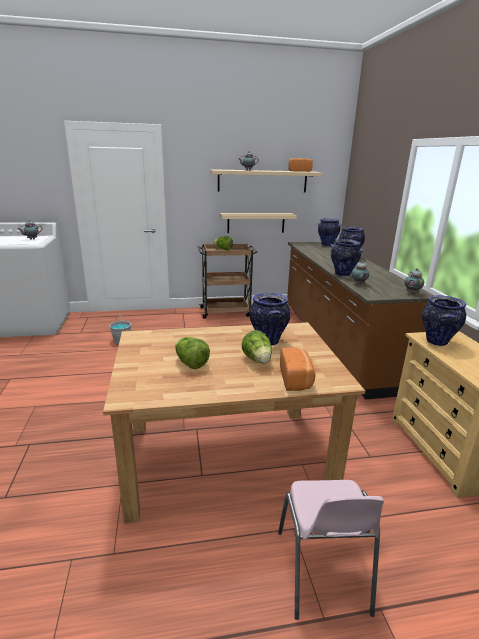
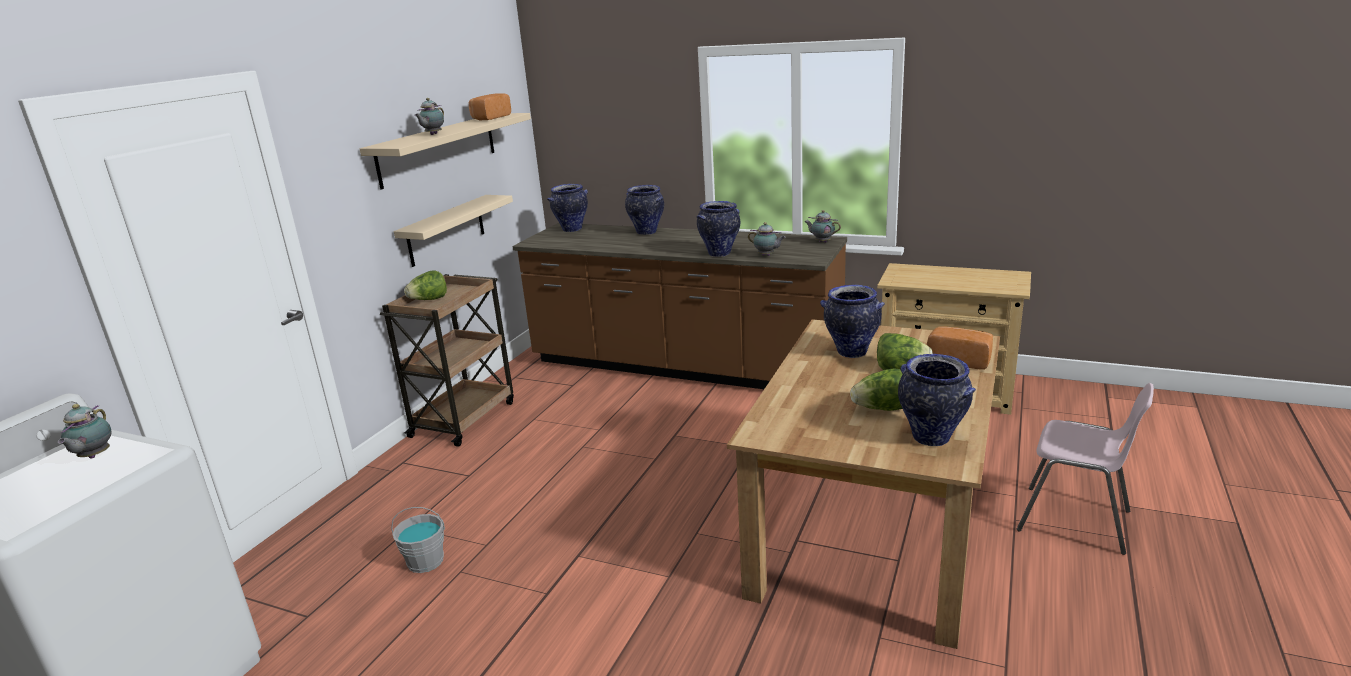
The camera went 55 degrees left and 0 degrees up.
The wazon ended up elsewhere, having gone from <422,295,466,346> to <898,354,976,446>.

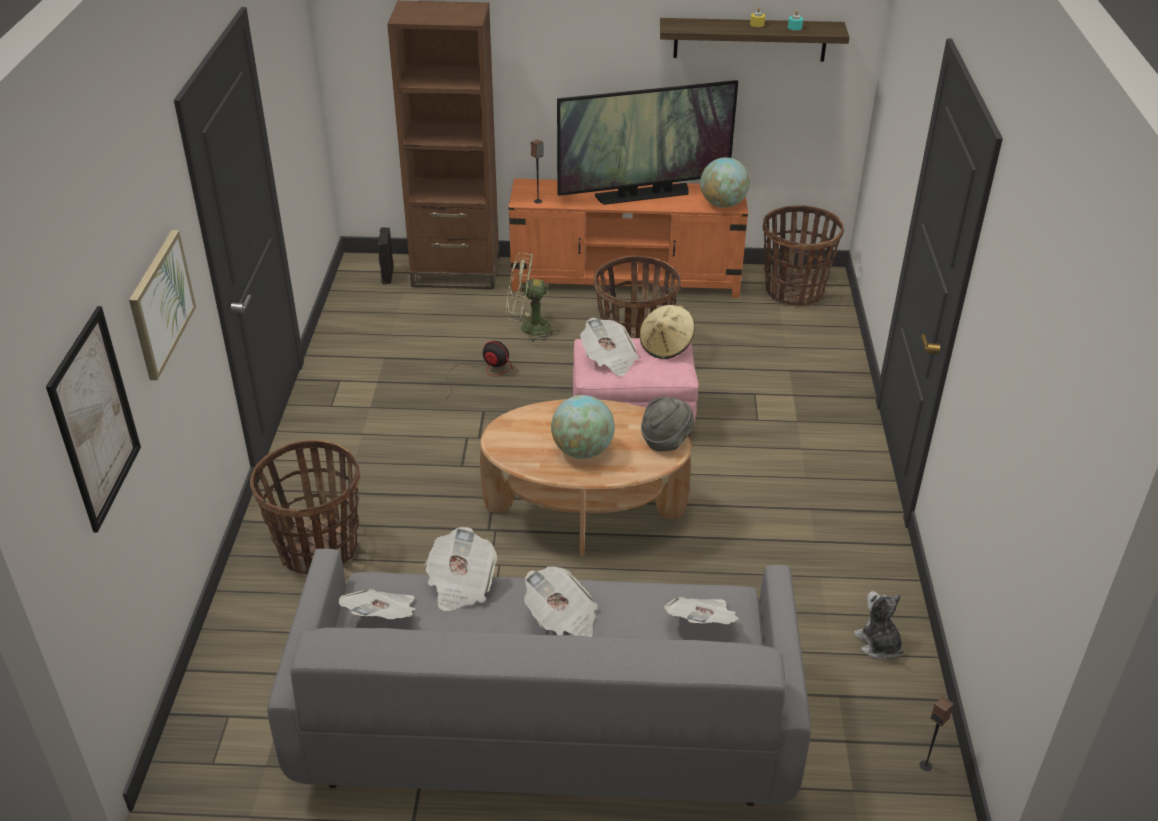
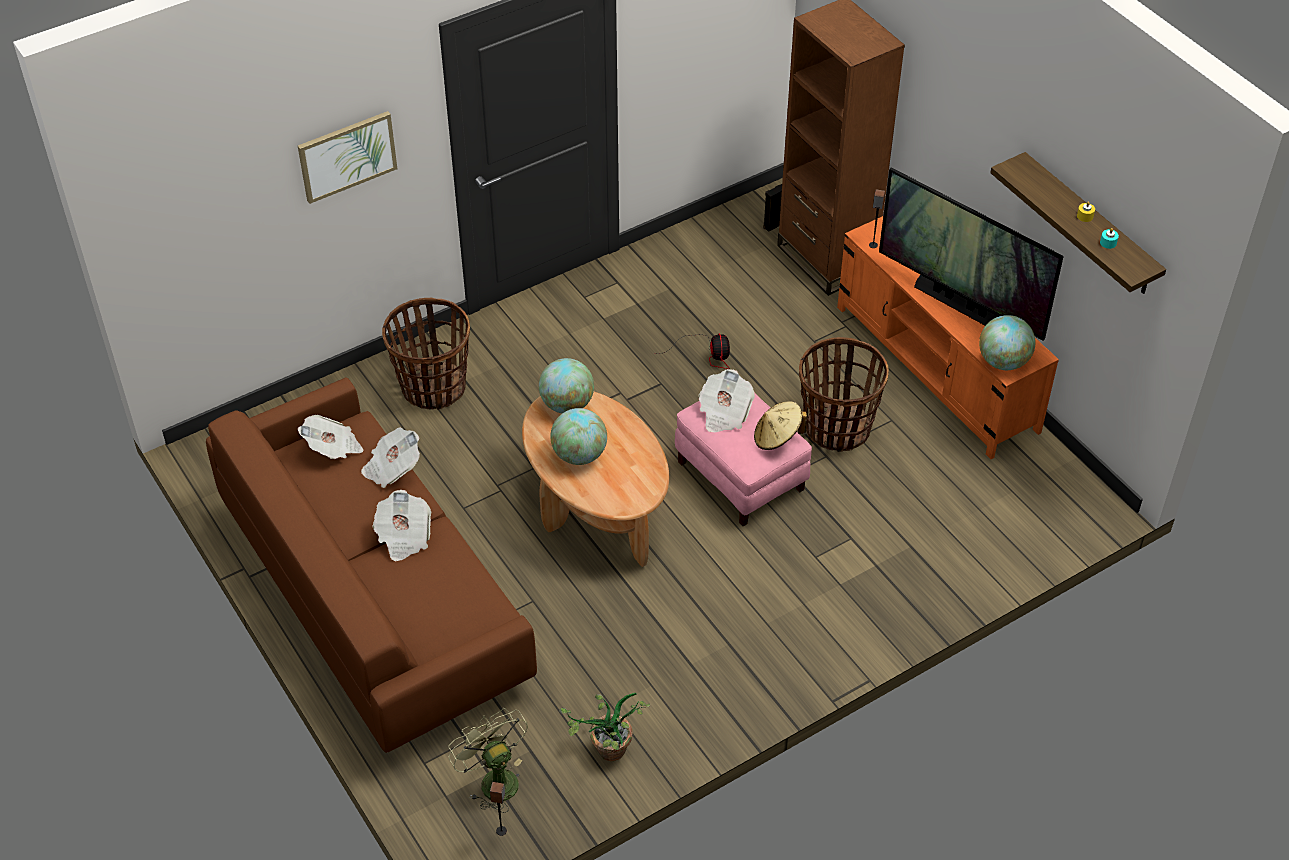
The camera went 55 degrees right and 10 degrees up.
The second view lost the obraz at <46,306,141,533>.
The second view lost the kapelusz [szary] at <641,397,694,451>.
The second view lost the gazeta at <664,597,740,624>.
The second view lost the koszyk at <763,205,844,306>.
The second view gained the globus at <539,358,594,413>.
The wentylator [zielony] ended up elsewhere, having gone from <506,253,559,342> to <448,708,528,813>.
Where the pluszak stood at <854,591,904,659>, the roślina doniczkowa came to stand at <559,693,650,762>.
What was the kanapa [szary] at <267,549,811,806> turned into the kanapa [brązowy] at <206,377,537,753>.

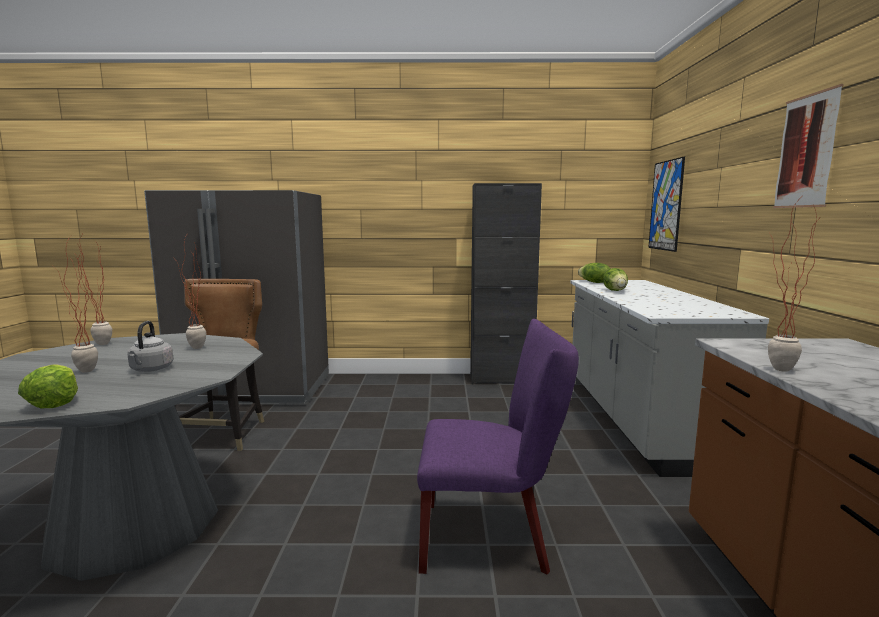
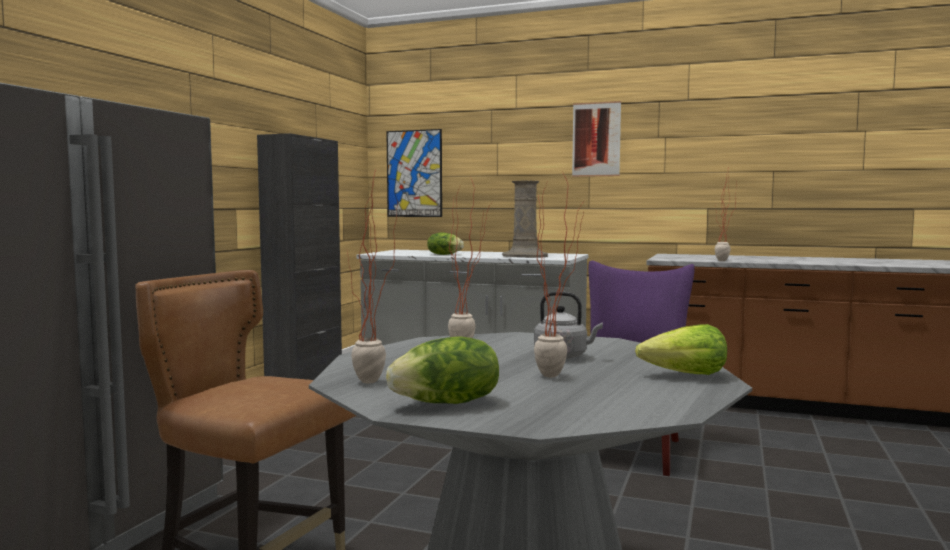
The camera went 70 degrees left and 5 degrees down.
The second view gained the wazon [beżowy] at <502,181,548,258>.
The sałata ended up elsewhere, having gone from <578,263,611,283> to <386,337,499,404>.

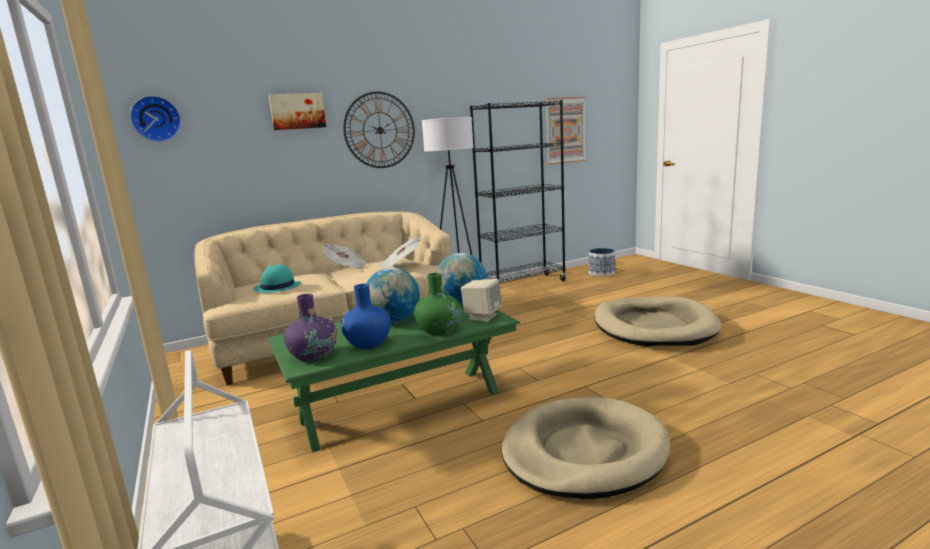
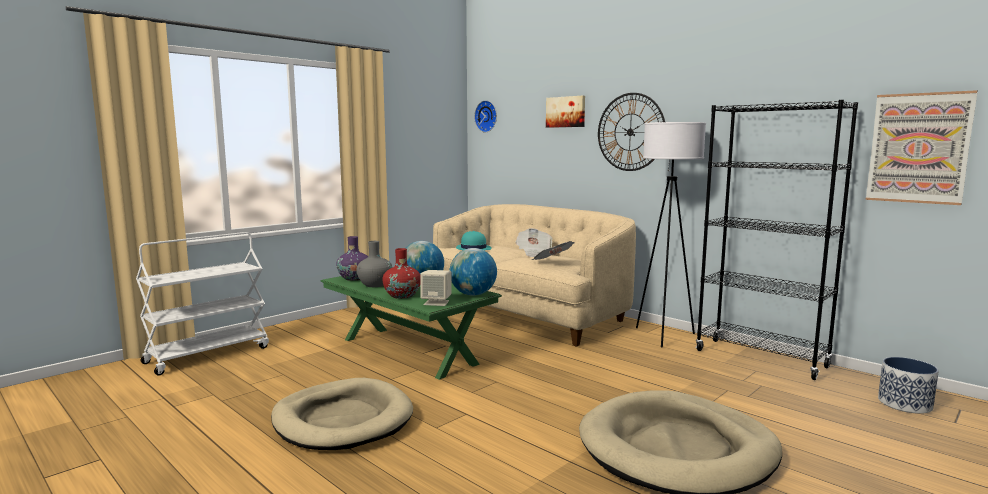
The camera went 70 degrees right and 5 degrees down.
What was the wazon [niebieski] at <341,284,391,349> turned into the wazon [szary] at <357,241,393,287>.
What was the wazon [zielony] at <414,273,461,335> turned into the wazon [czerwony] at <382,248,420,299>.

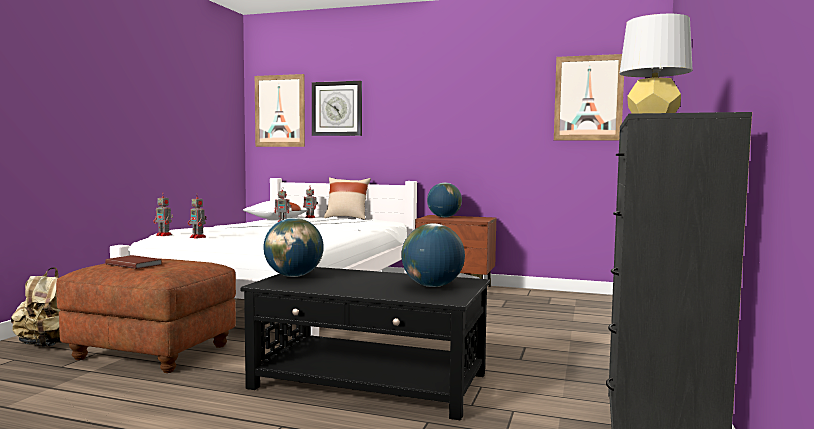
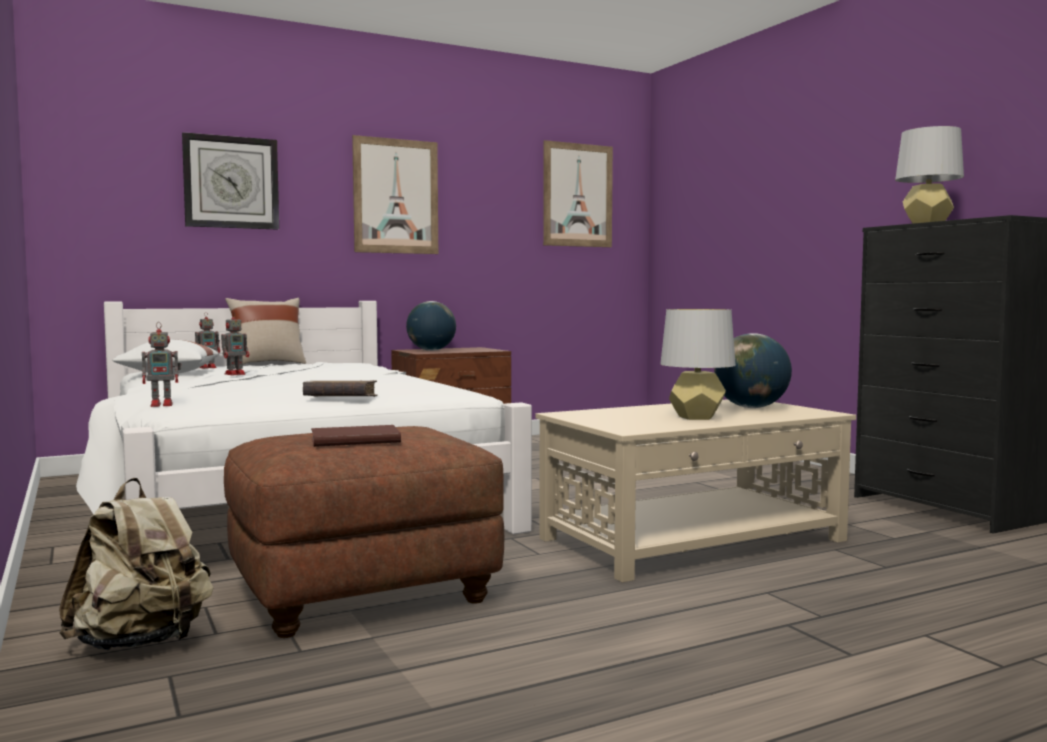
The camera went 45 degrees left and 0 degrees up.
The second view lost the robot zabawkowy at <188,194,207,239>.
The second view lost the globus at <263,218,324,277>.
The second view gained the książka [brązowy] at <303,380,378,397>.
The second view gained the lampa stołowa [szary] at <660,309,736,420>.
The obraz ended up elsewhere, having gone from <255,74,305,147> to <352,135,438,254>.
What was the ława [czarny] at <241,267,490,421> turned into the ława [beżowy] at <535,399,856,582>.

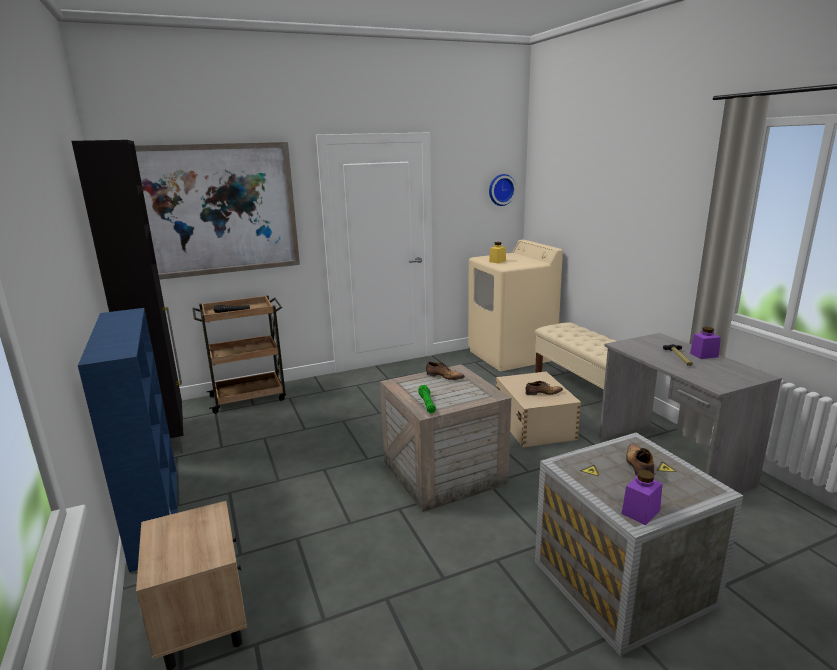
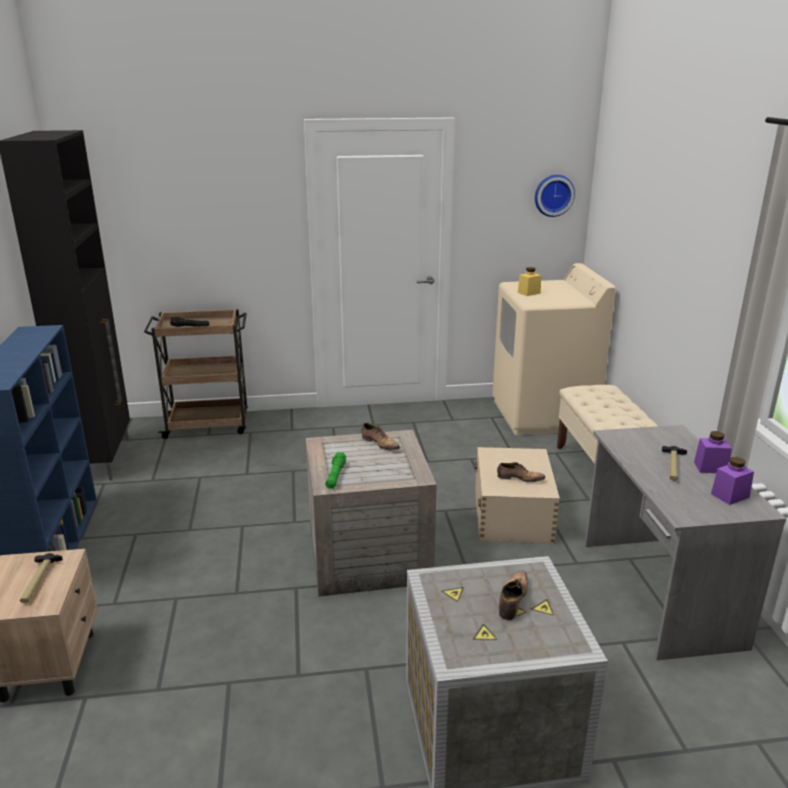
The camera went 15 degrees right and 5 degrees up.
The second view lost the obraz at <135,142,300,280>.
The second view gained the młotek at <20,553,63,603>.
The słoik [fioletowy] ended up elsewhere, having gone from <621,470,663,525> to <711,457,754,505>.

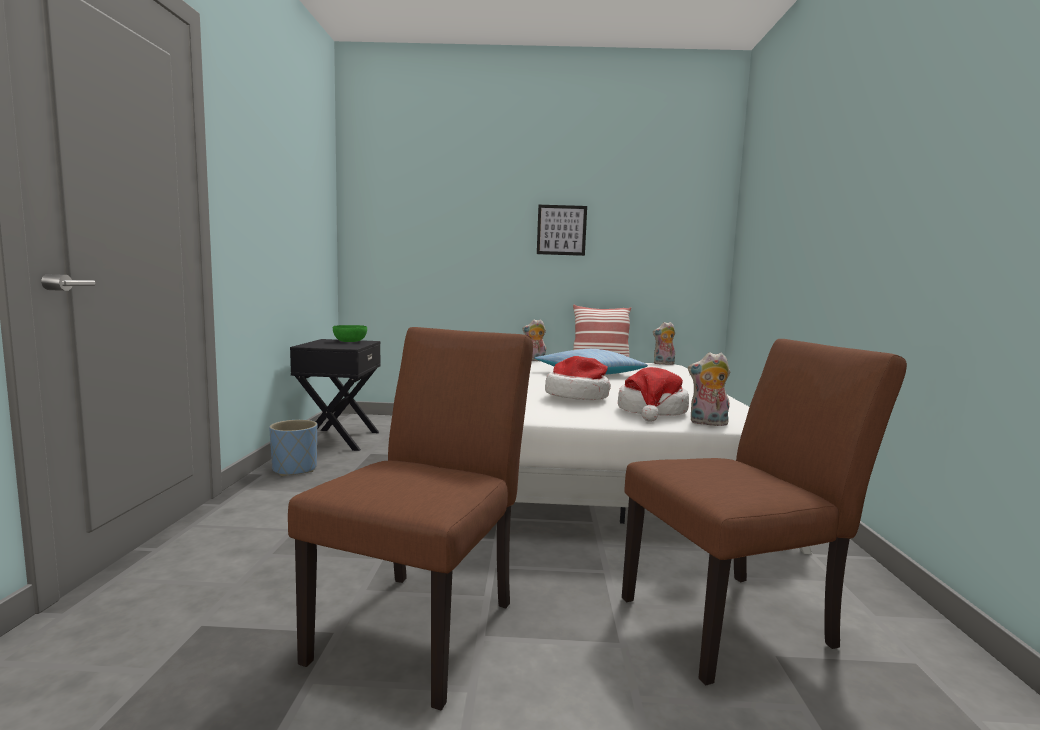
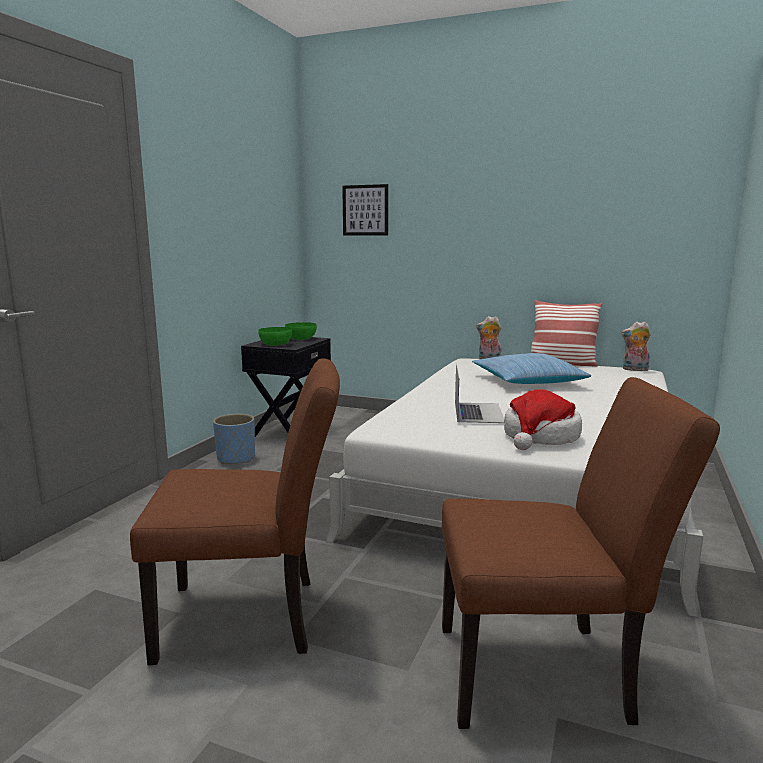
The camera went 20 degrees right and 5 degrees up.
The second view lost the pluszak at <688,352,730,426>.
The second view gained the miska [zielony] at <258,327,292,346>.
The obraz ended up elsewhere, having gone from <537,205,587,256> to <342,184,388,236>.
Where the kapelusz stood at <545,356,611,400>, the laptop came to stand at <455,364,504,423>.
The krzesło [brązowy] at <288,327,533,710> ended up facing another way, 45 degrees clockwise from before.

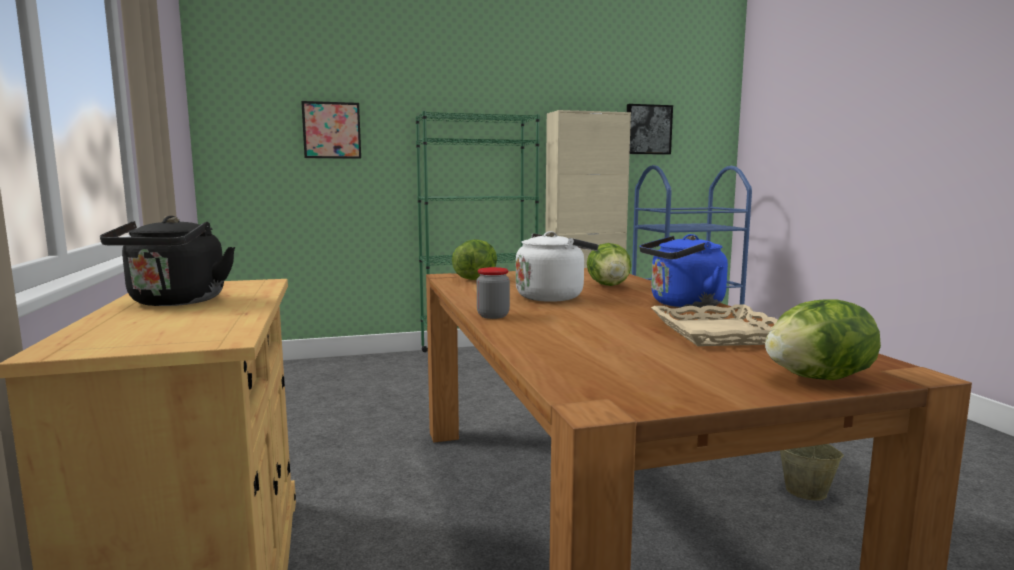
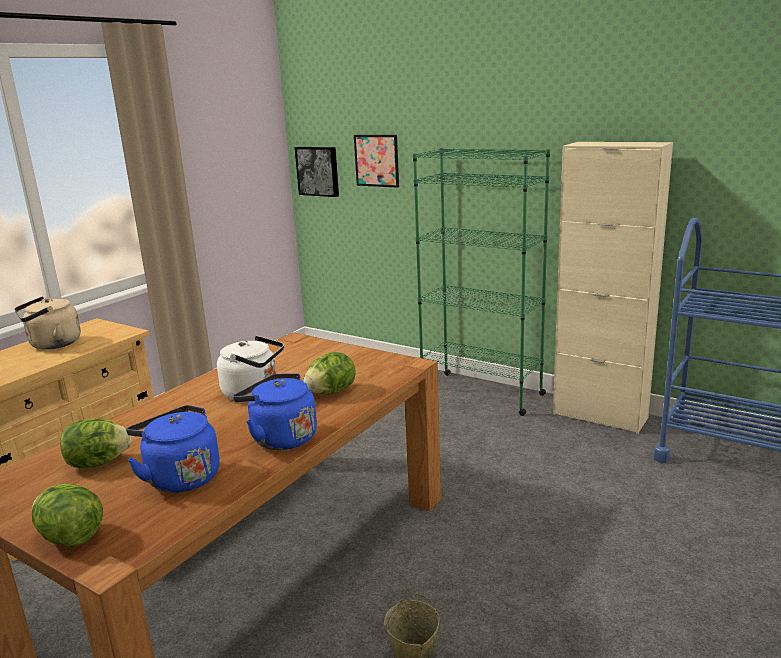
The camera went 50 degrees right and 10 degrees up.
The second view lost the słoik at <477,267,510,319>.
The sałata ended up elsewhere, having gone from <452,239,497,280> to <60,419,132,468>.
The obraz ended up elsewhere, having gone from <627,104,673,155> to <295,147,339,197>.
Where the taca [beżowy] stood at <651,304,778,346>, the czajnik [niebieski] came to stand at <126,405,220,493>.
What was the czajnik [czarny] at <100,216,235,306> turned into the czajnik [beżowy] at <14,296,81,350>.

